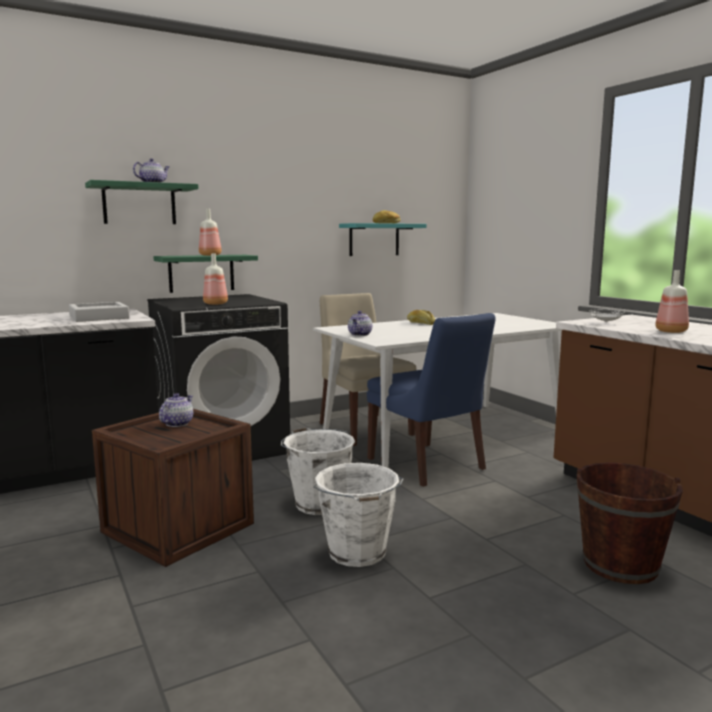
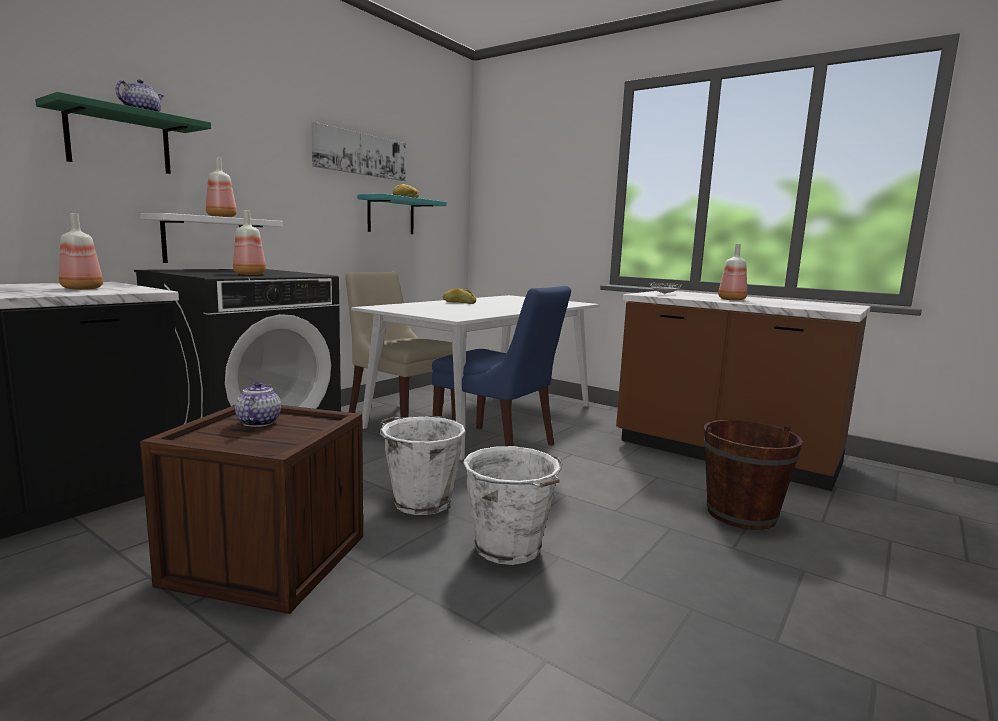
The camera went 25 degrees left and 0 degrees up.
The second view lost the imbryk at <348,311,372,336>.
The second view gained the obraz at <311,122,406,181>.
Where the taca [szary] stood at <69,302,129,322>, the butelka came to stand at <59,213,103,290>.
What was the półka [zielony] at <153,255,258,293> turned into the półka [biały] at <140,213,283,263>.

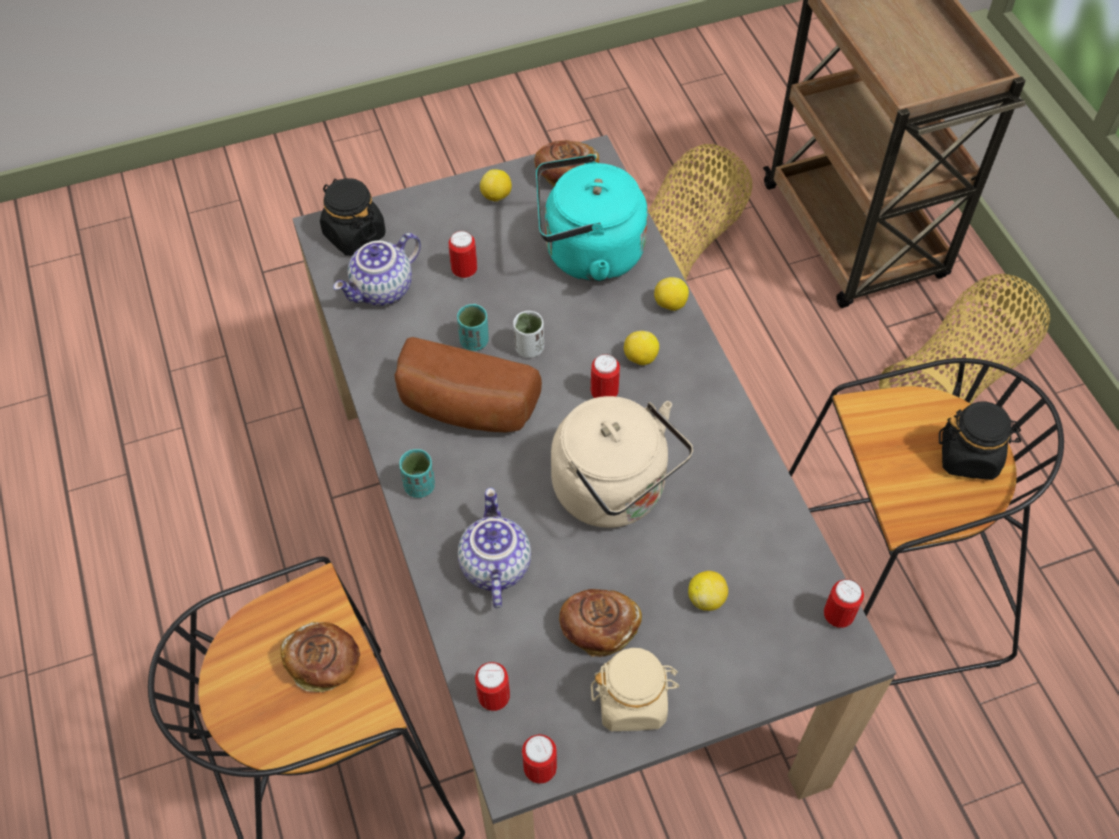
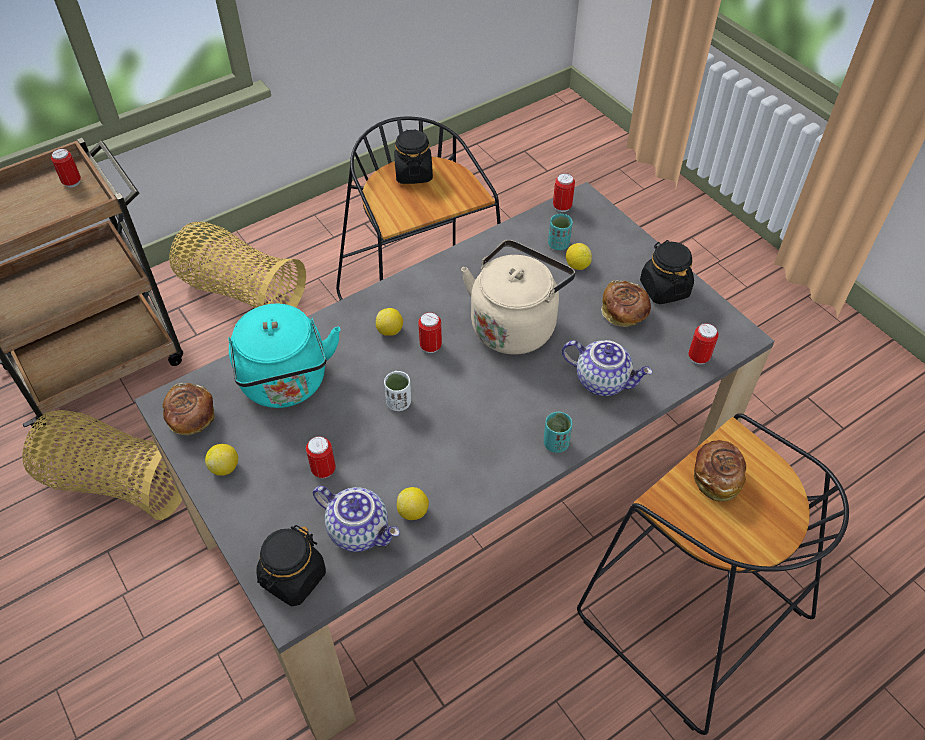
The camera went 105 degrees left and 5 degrees down.
The second view lost the chleb at <394,337,542,432>.
The filiżanka [turkusowy] ended up elsewhere, having gone from <457,304,489,351> to <548,214,573,250>.
The puszka ended up elsewhere, having gone from <522,734,557,784> to <51,148,81,187>.
The cytryna ended up elsewhere, having gone from <654,277,689,311> to <397,487,429,520>.
What was the słoik [beżowy] at <591,648,679,731> turned into the słoik [czarny] at <640,240,694,304>.
The imbryk at <458,488,531,608> ended up facing another way, 135 degrees counterclockwise from before.

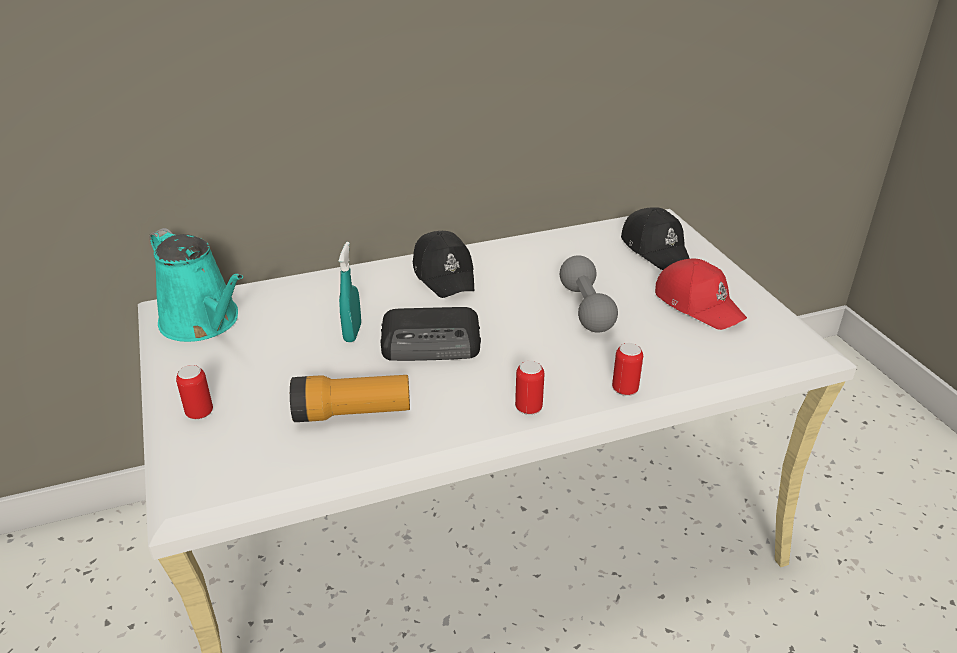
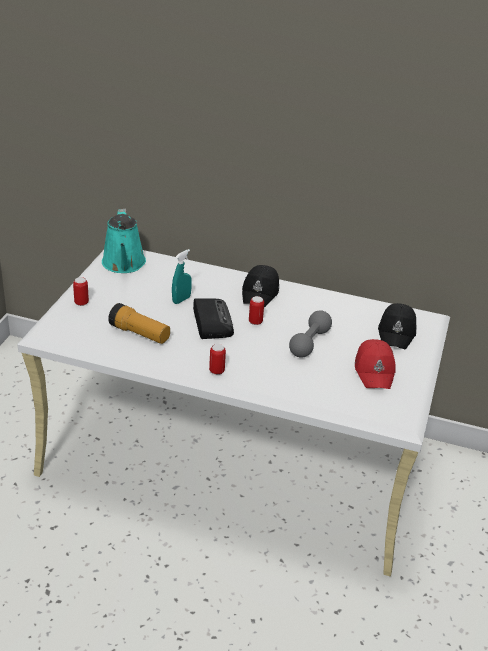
The camera went 35 degrees right and 0 degrees up.
The puszka ended up elsewhere, having gone from <612,343,643,396> to <249,296,264,325>.
The radio at <381,307,481,361> ended up facing another way, 135 degrees counterclockwise from before.

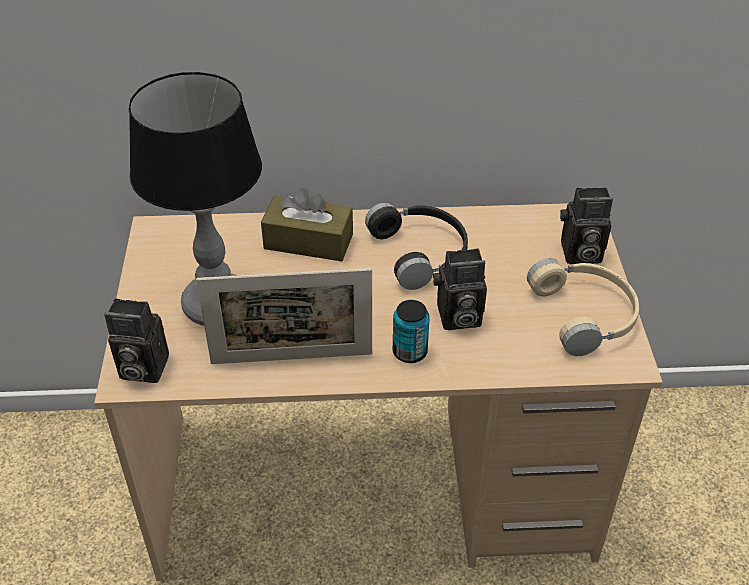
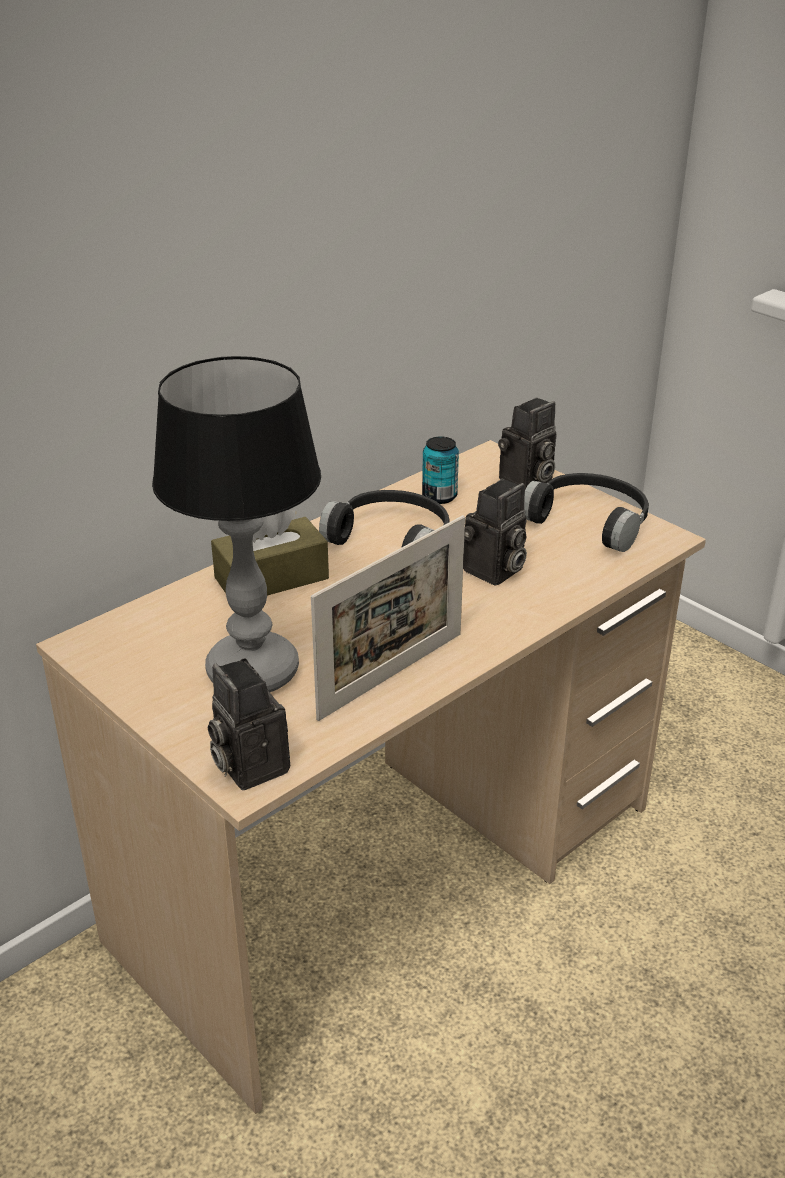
The camera went 40 degrees left and 10 degrees down.
The puszka ended up elsewhere, having gone from <393,300,430,363> to <422,436,459,504>.
What was the słuchawki [beżowy] at <527,258,639,356> turned into the słuchawki [czarny] at <524,473,649,552>.
The aparat fotograficzny at <104,298,169,383> ended up facing another way, 90 degrees clockwise from before.

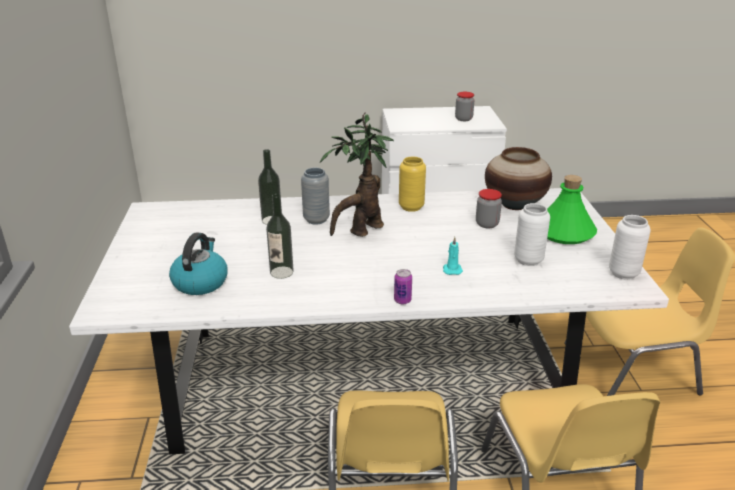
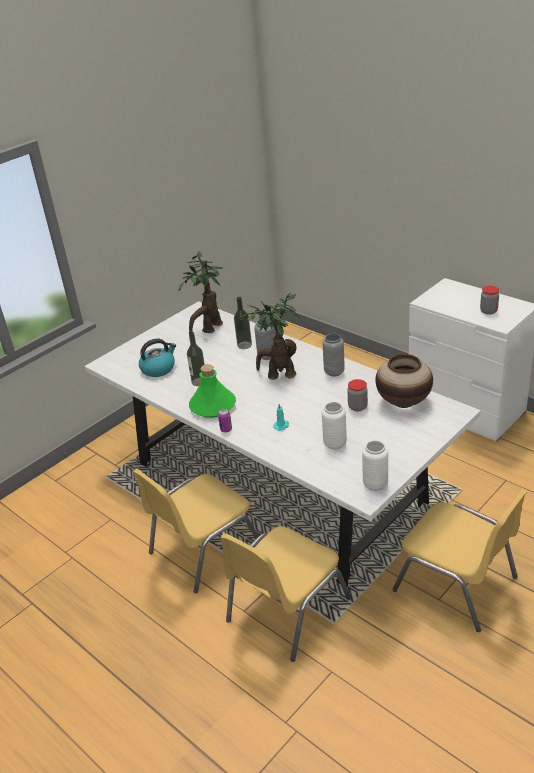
The camera went 50 degrees right and 5 degrees up.
The second view gained the roślina doniczkowa at <178,251,223,333>.
The butelka [zielony] ended up elsewhere, having gone from <547,175,597,244> to <189,364,236,418>.
What was the wazon [żółty] at <399,157,426,212> turned into the wazon [szary] at <322,333,345,377>.

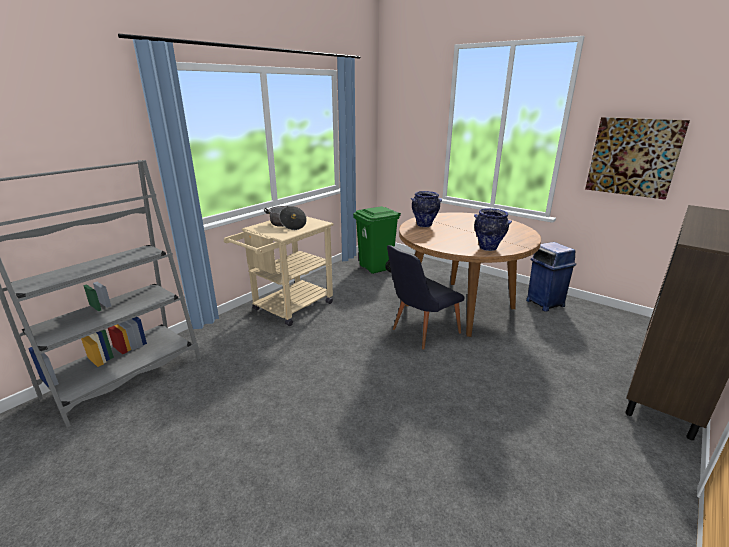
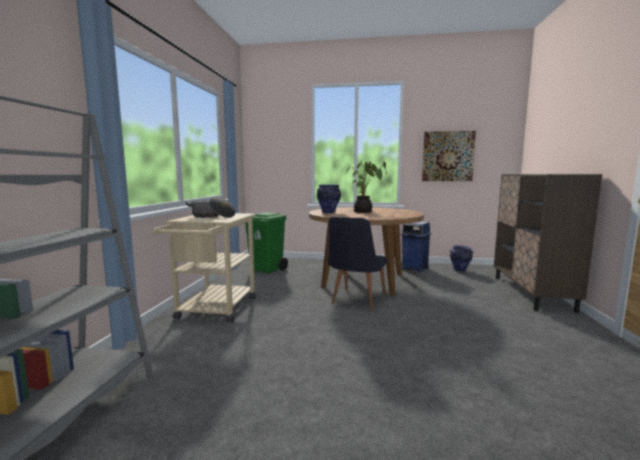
The camera went 30 degrees left and 15 degrees down.
The second view gained the roślina doniczkowa at <345,161,387,213>.
The wazon ended up elsewhere, having gone from <474,208,512,251> to <450,245,474,272>.

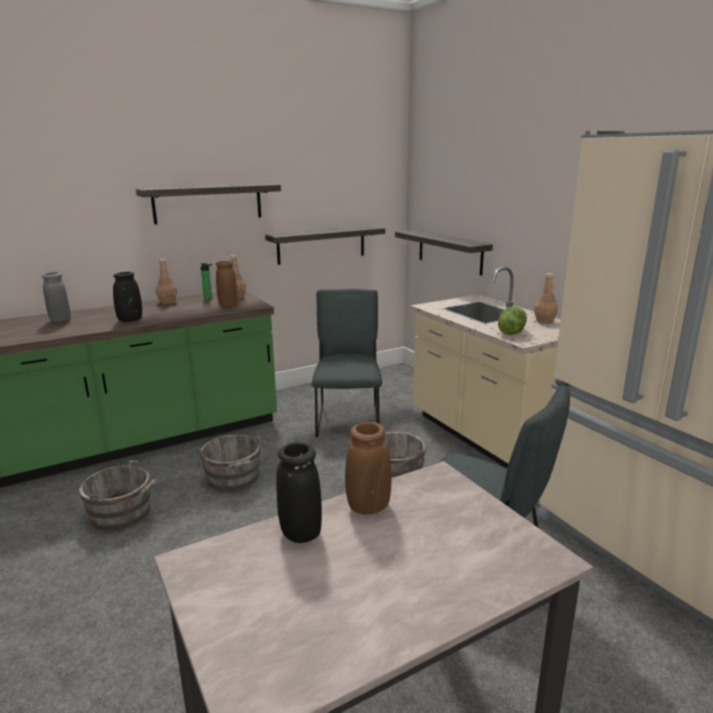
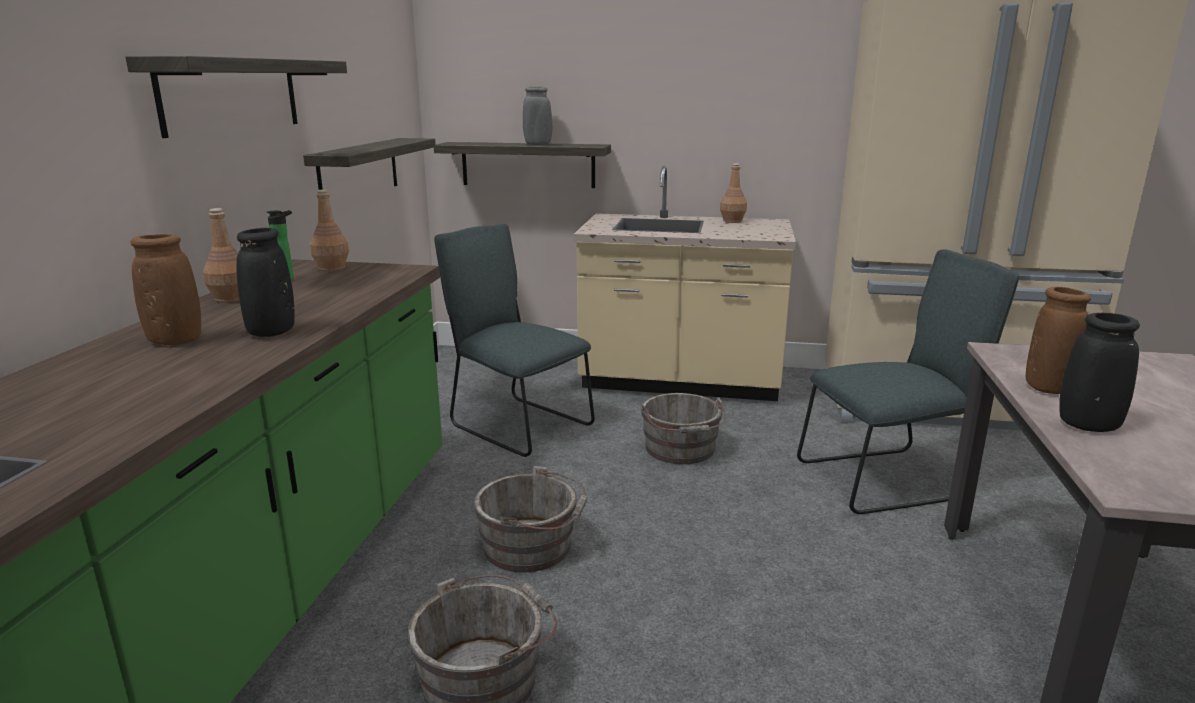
The camera went 50 degrees left and 0 degrees up.
The second view lost the sałata at <498,307,527,335>.
The wazon [szary] ended up elsewhere, having gone from <42,272,71,323> to <523,87,552,145>.
The wazon [brązowy] ended up elsewhere, having gone from <216,261,237,307> to <130,234,201,345>.

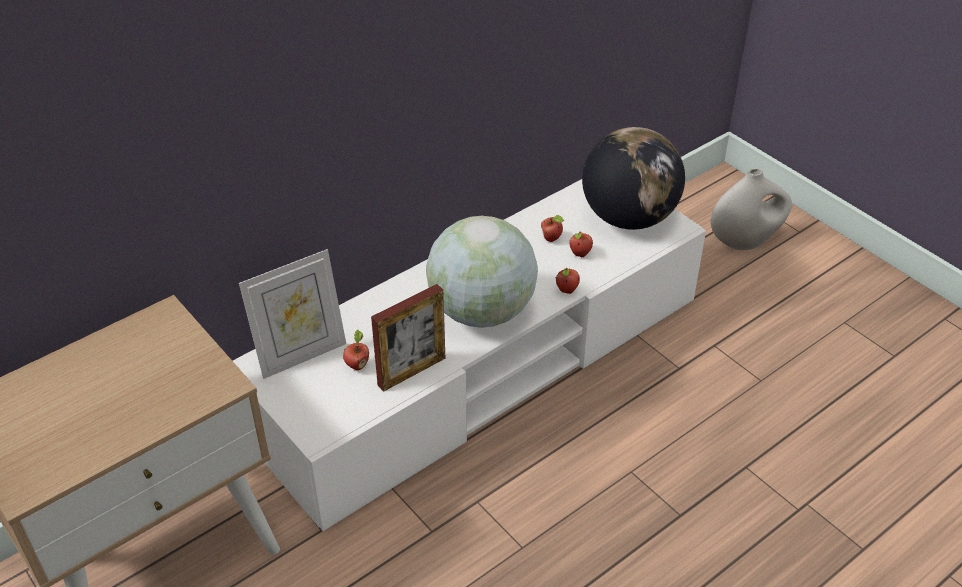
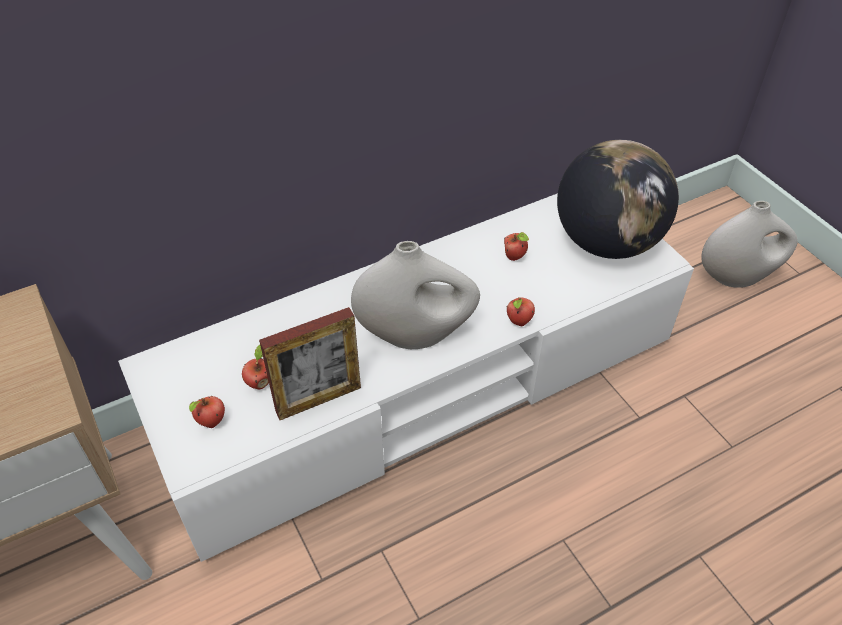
The camera went 10 degrees right and 5 degrees up.
The second view lost the ramka na zdjęcie at <239,249,346,379>.
The jabłko ended up elsewhere, having gone from <569,232,593,257> to <189,396,225,428>.
Where the globus stood at <426,216,538,328>, the wazon [biały] came to stand at <351,241,480,349>.

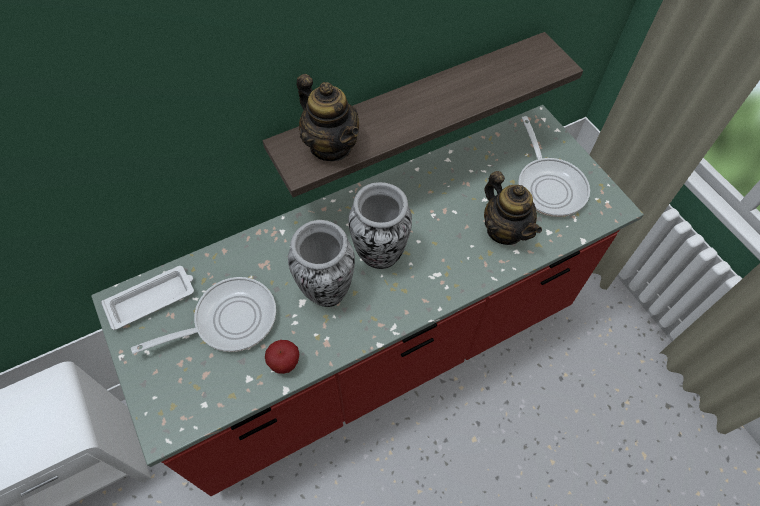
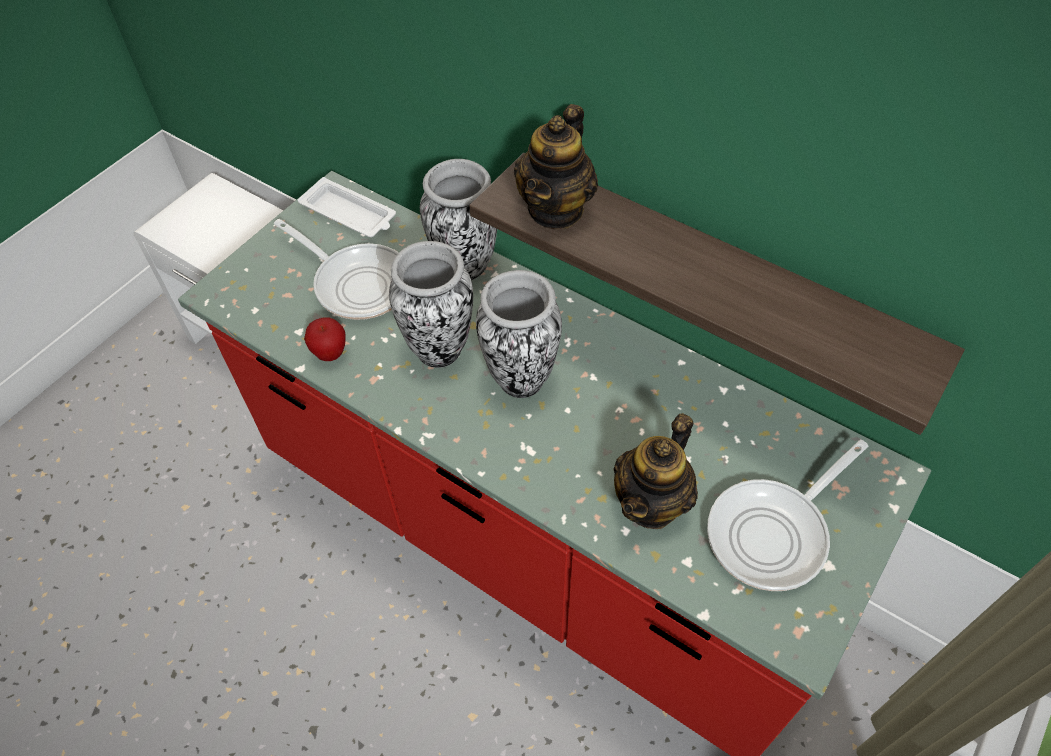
The camera went 65 degrees right and 5 degrees down.
The second view gained the wazon at <420,159,497,280>.

